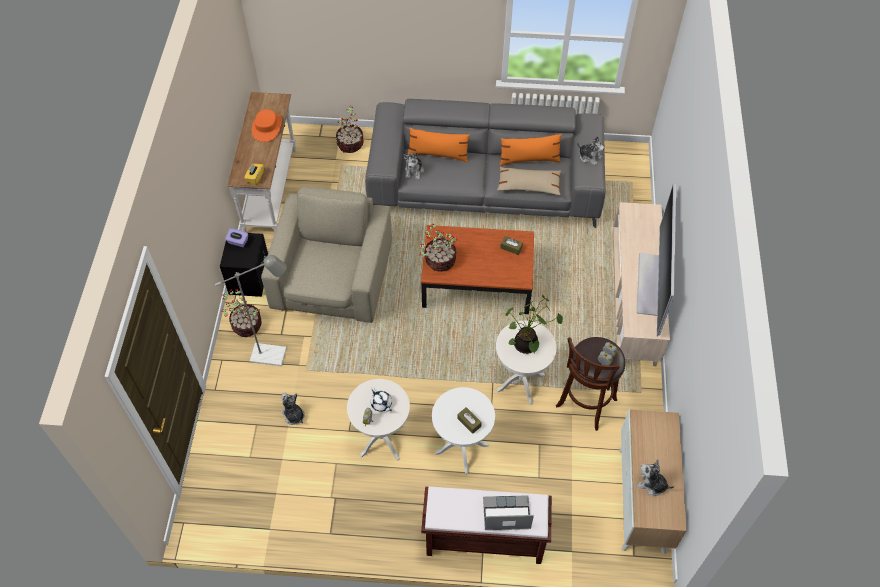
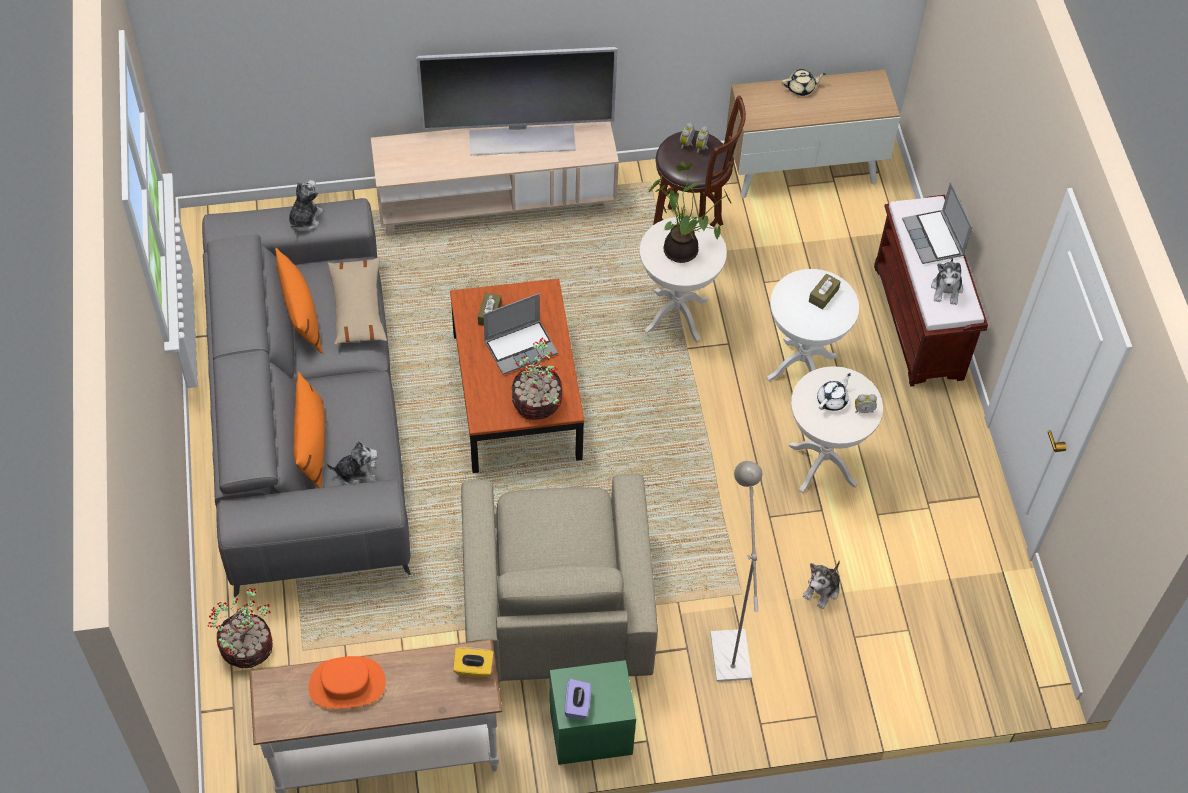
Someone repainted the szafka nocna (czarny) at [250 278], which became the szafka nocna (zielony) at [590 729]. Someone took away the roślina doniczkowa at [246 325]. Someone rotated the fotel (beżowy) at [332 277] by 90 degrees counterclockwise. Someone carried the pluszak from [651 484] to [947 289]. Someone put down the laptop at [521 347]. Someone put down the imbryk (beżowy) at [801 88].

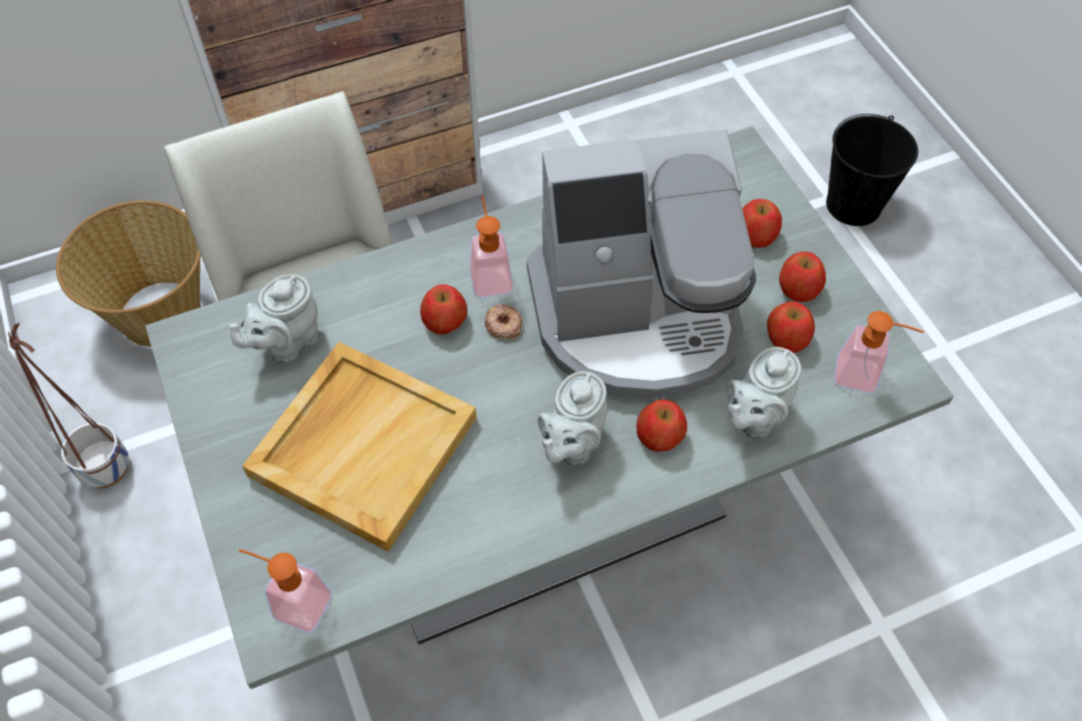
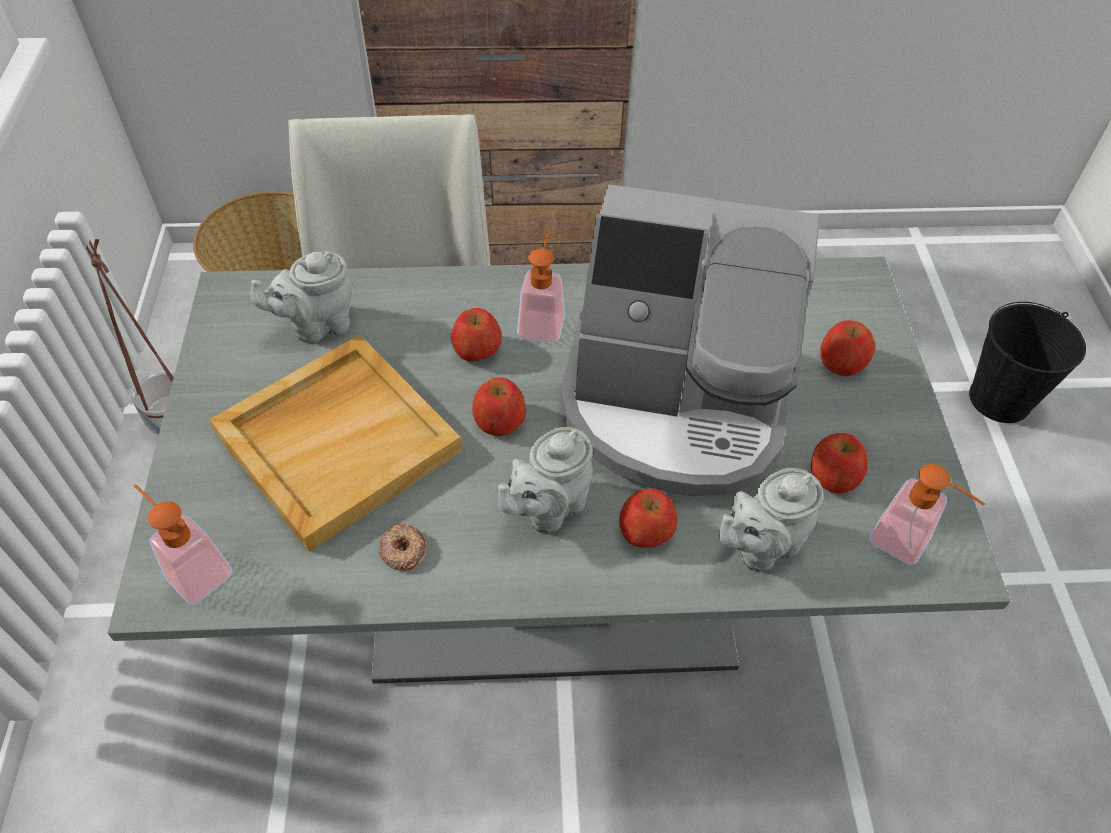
Someone carried the donut from [503 325] to [403 550]. Someone carried the jabłko from [798 288] to [500 420].

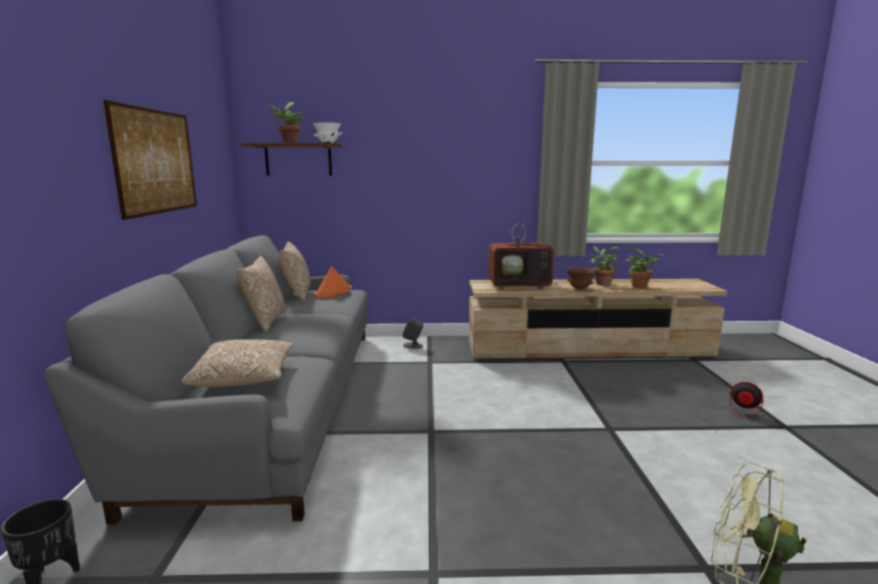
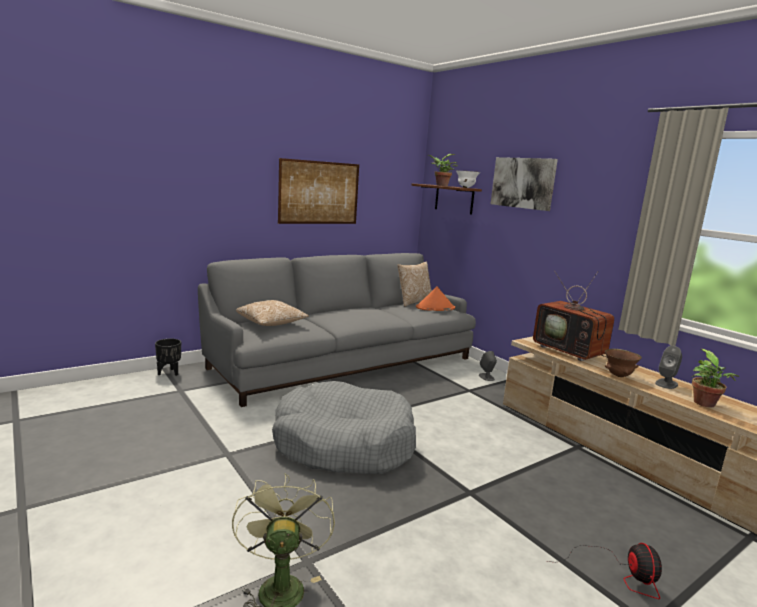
Someone took away the poduszka at [264 322]. Someone swapped the roślina doniczkowa at [601 283] for the głośnik (szary) at [666 384]. Someone put down the legowisko (szary) at [344 444]. Someone put up the obraz at [523 183].

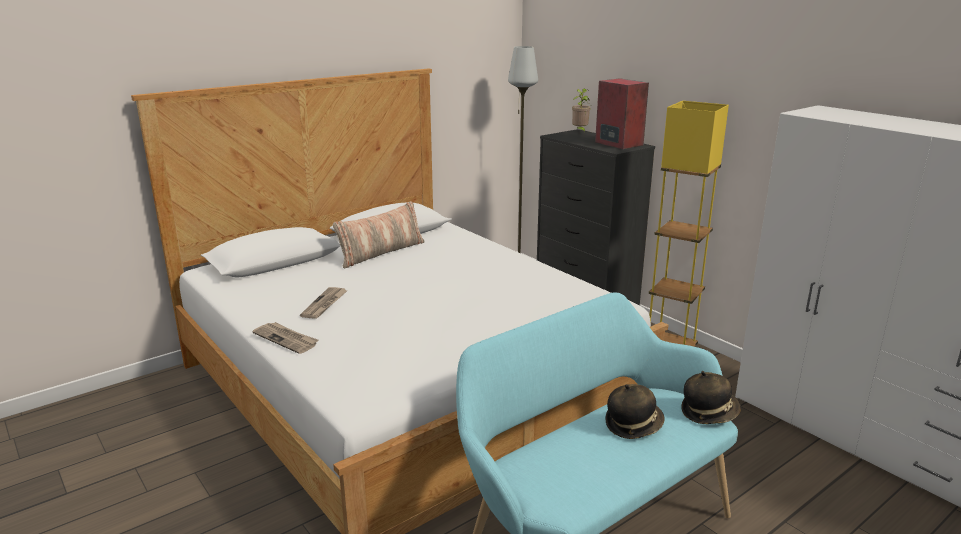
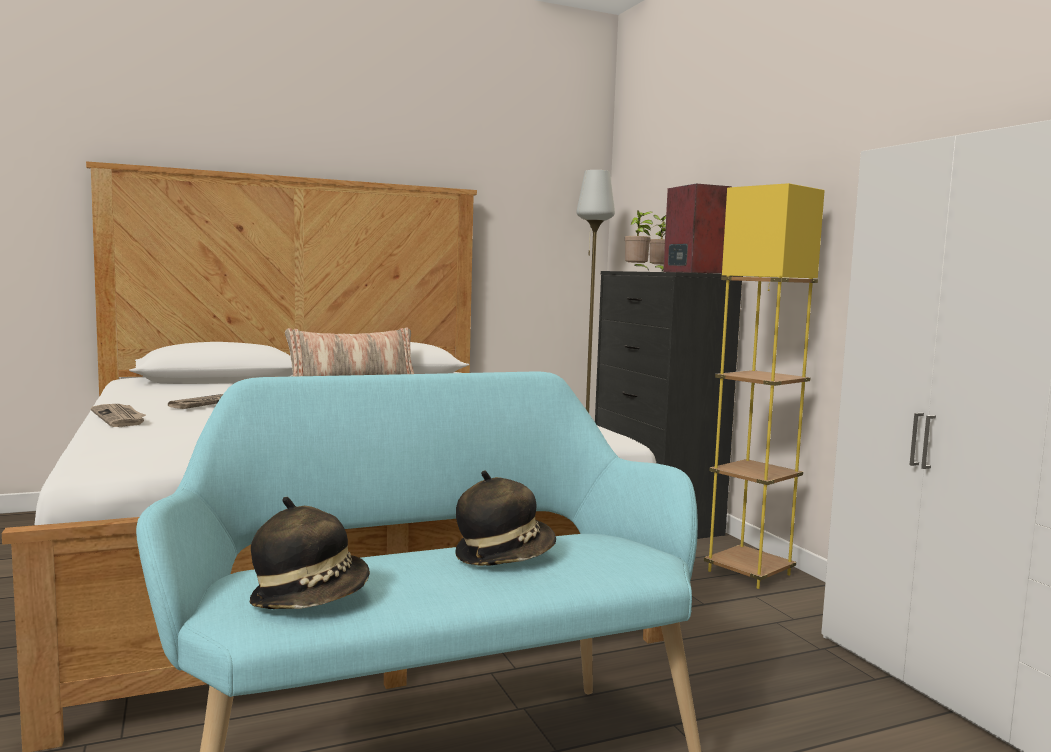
Someone carried the kapelusz from [709 412] to [311 598]. Someone put down the roślina doniczkowa at [637 271].

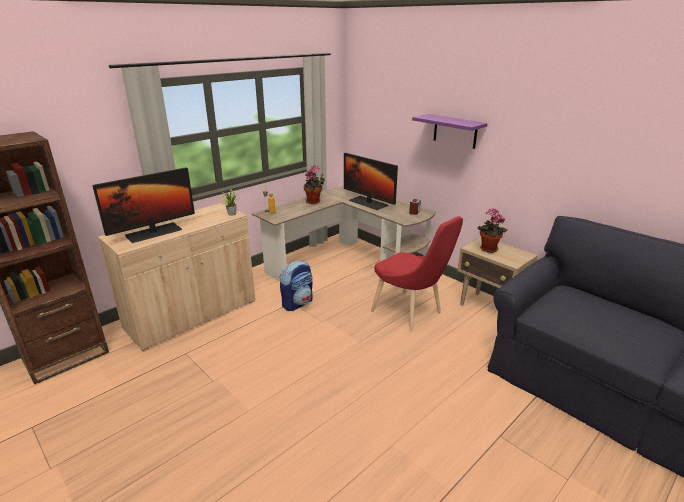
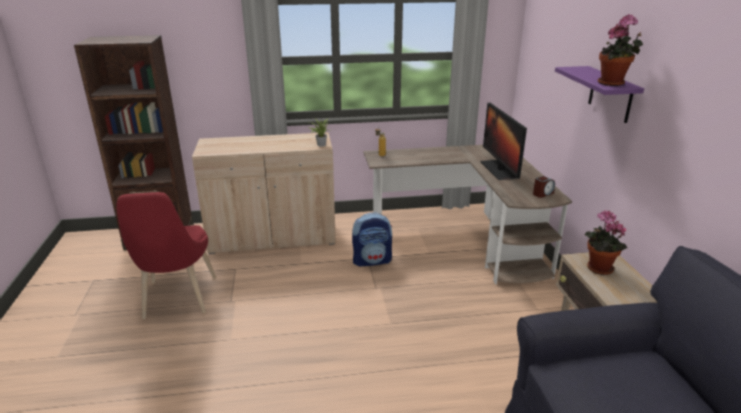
Someone took away the monitor at [154 232]. Someone carried the roślina doniczkowa from [314 202] to [613 83]. Someone carried the krzesło (czerwony) from [410 313] to [178 301].

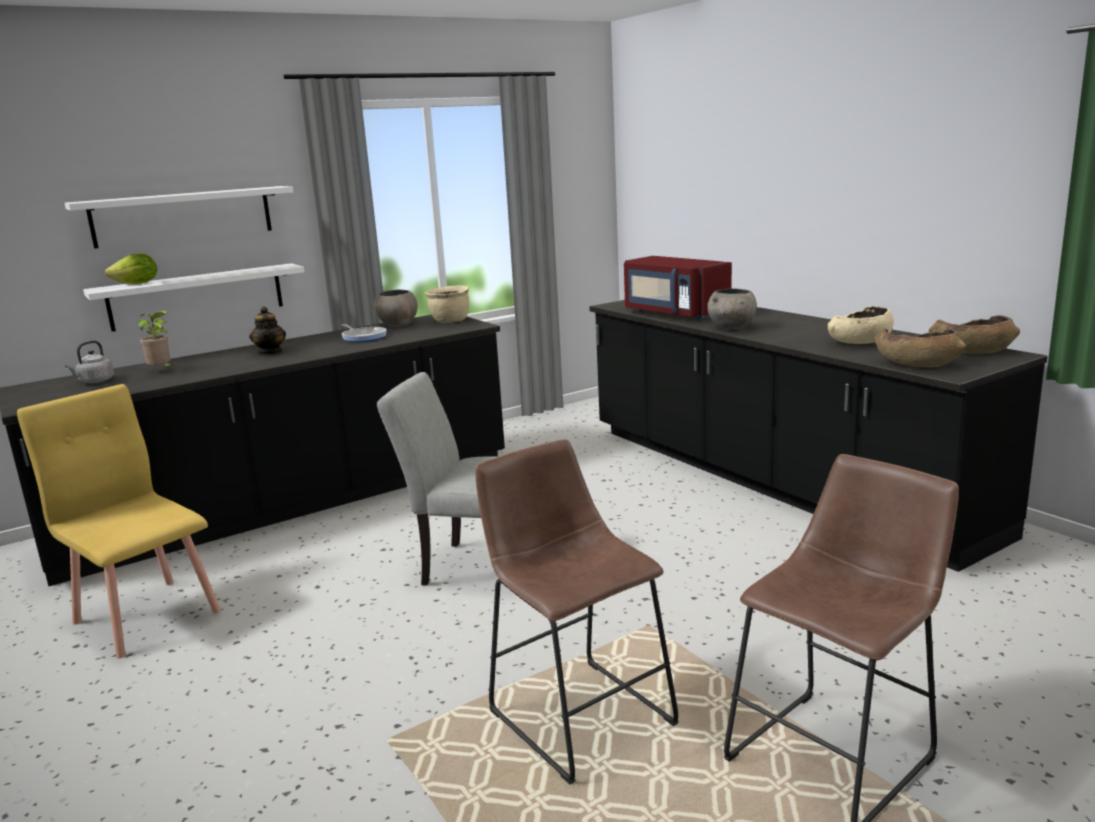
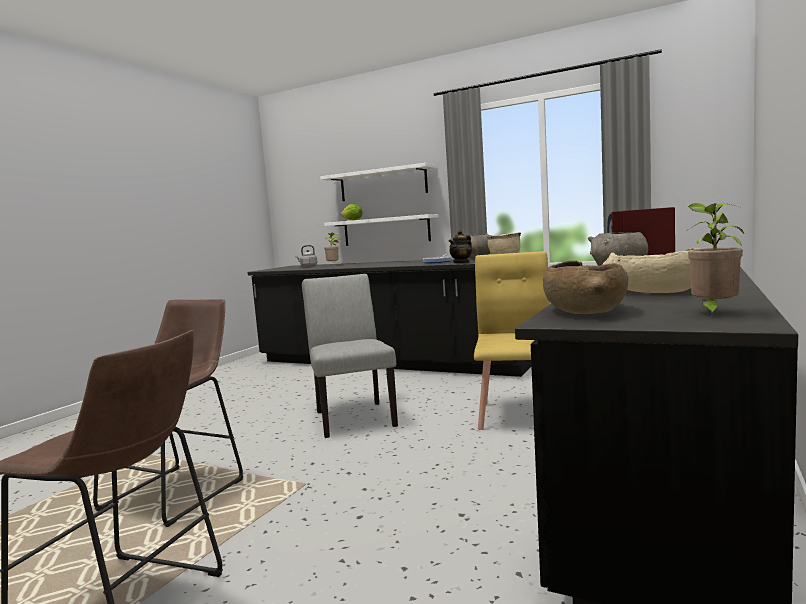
Someone carried the krzesło (żółty) from [147 616] to [518 415]. Someone carried the imbryk from [270 352] to [461 262]. Someone swapped the miska (brązowy) at [971 351] for the roślina doniczkowa at [713 312].

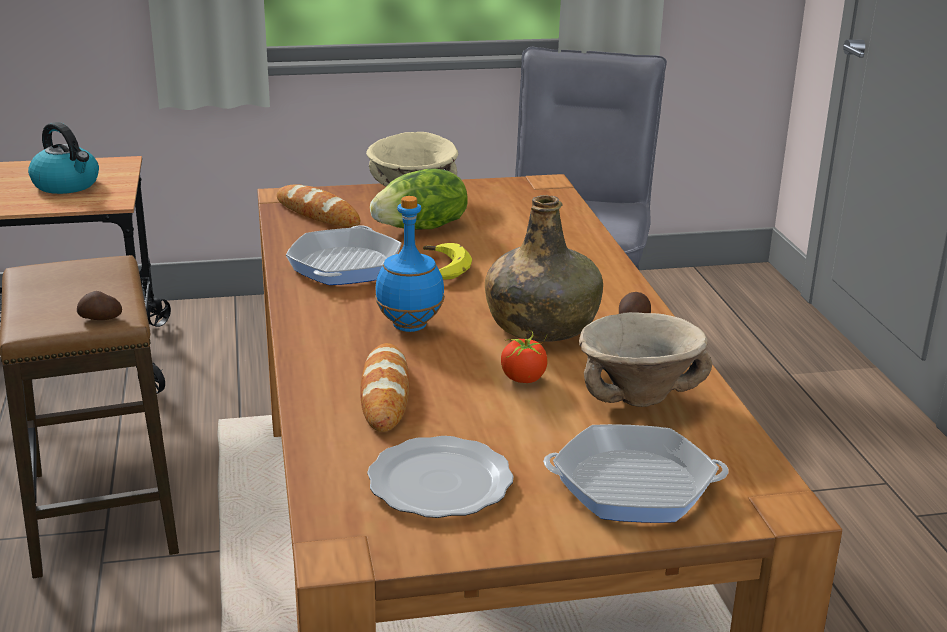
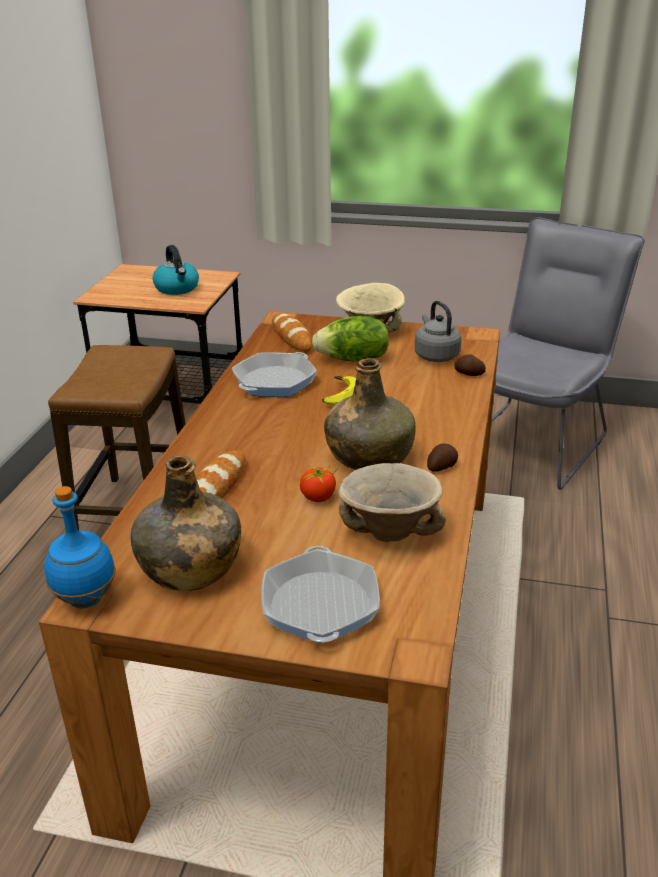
Someone carried the ziemniak from [100 318] to [469 374]. Someone swapped the talerz at [438 483] for the butelka (zielony) at [189 567]. Someone carried the butelka (niebieski) from [409 326] to [85 600]. Someone rotated the patelnia at [633 485] by 60 degrees clockwise. Someone put down the czajnik (szary) at [435 355].

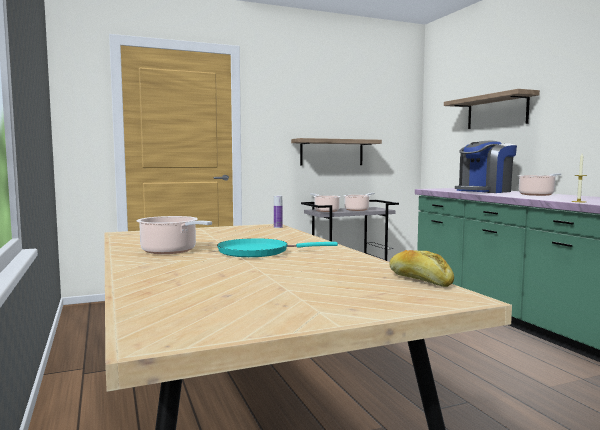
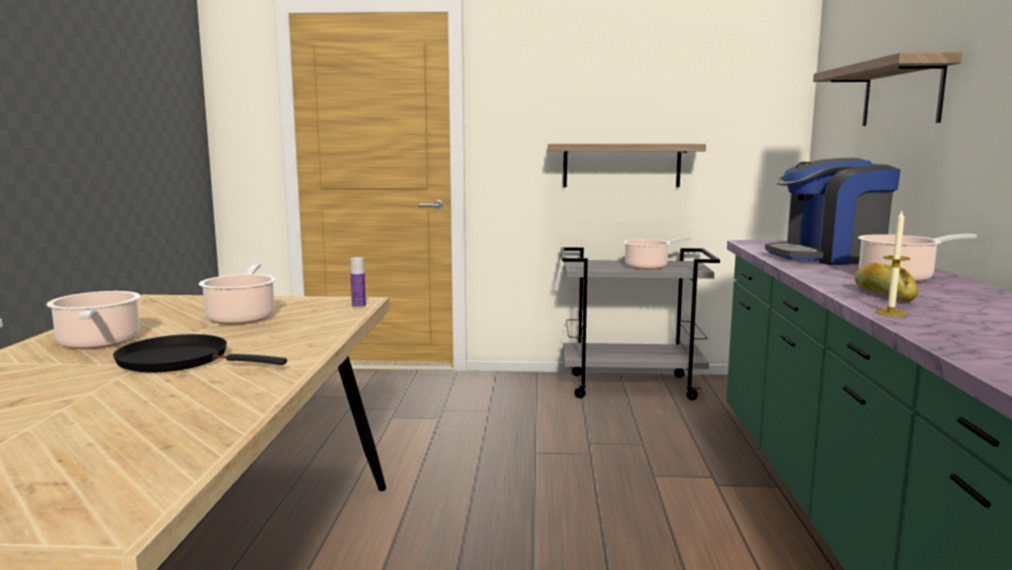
Someone repainted the patelnia (turkusowy) at [258 252], which became the patelnia (czarny) at [180 360]. Someone carried the garnek from [325 210] to [242 317]. Someone carried the chleb from [419 280] to [883 295].

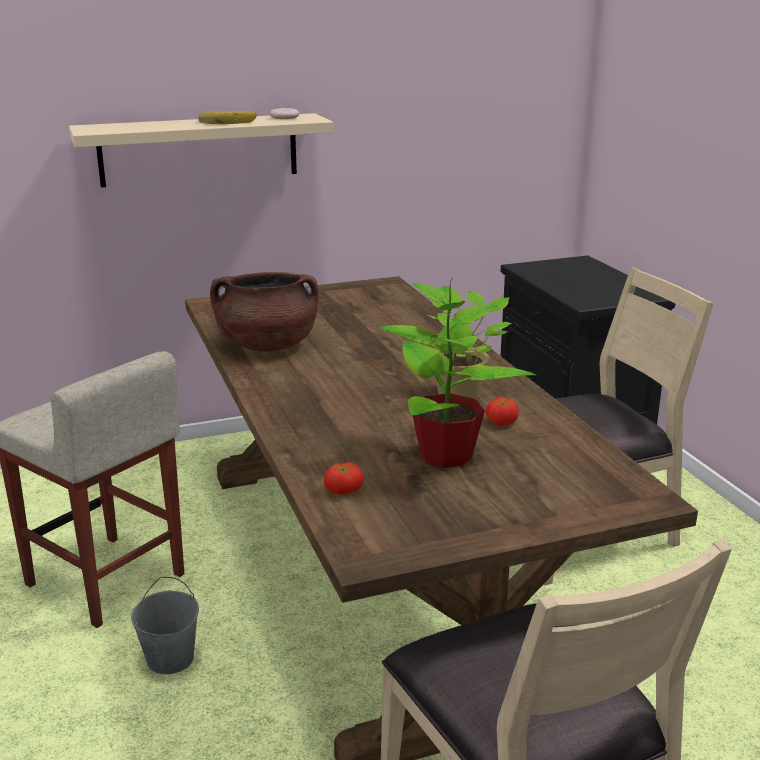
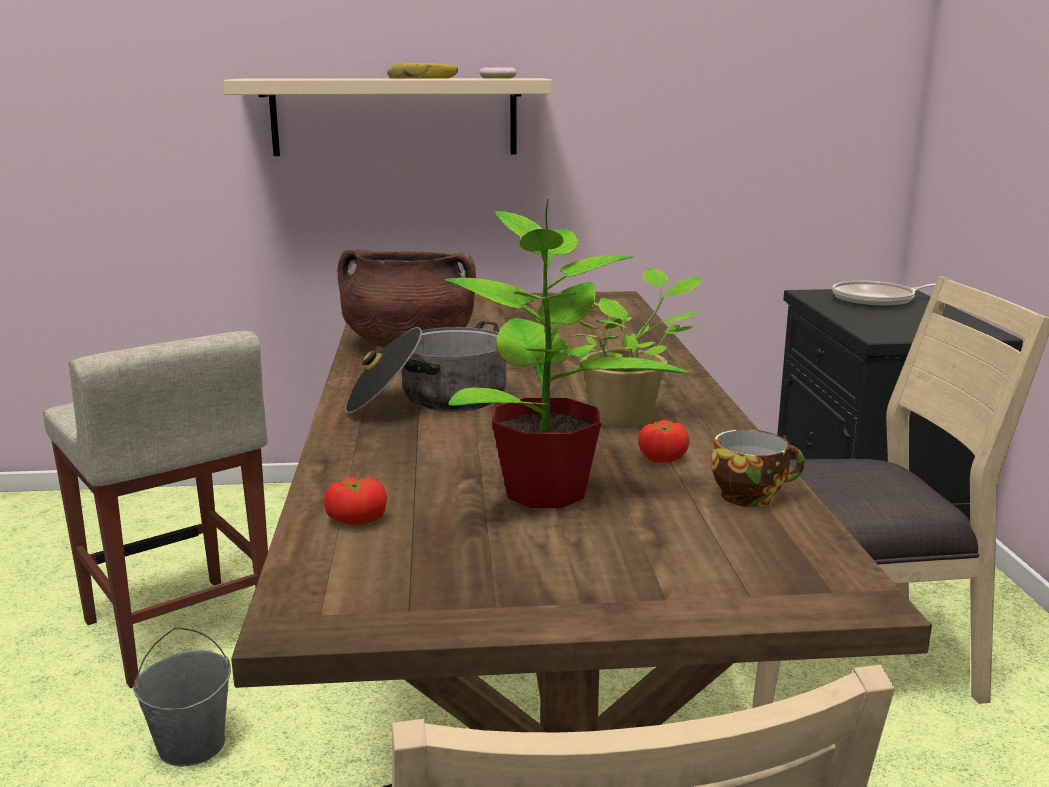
Someone put down the garnek at [430 401]. Someone put down the filiżanka at [751 496]. Someone put down the patelnia at [877 300].

